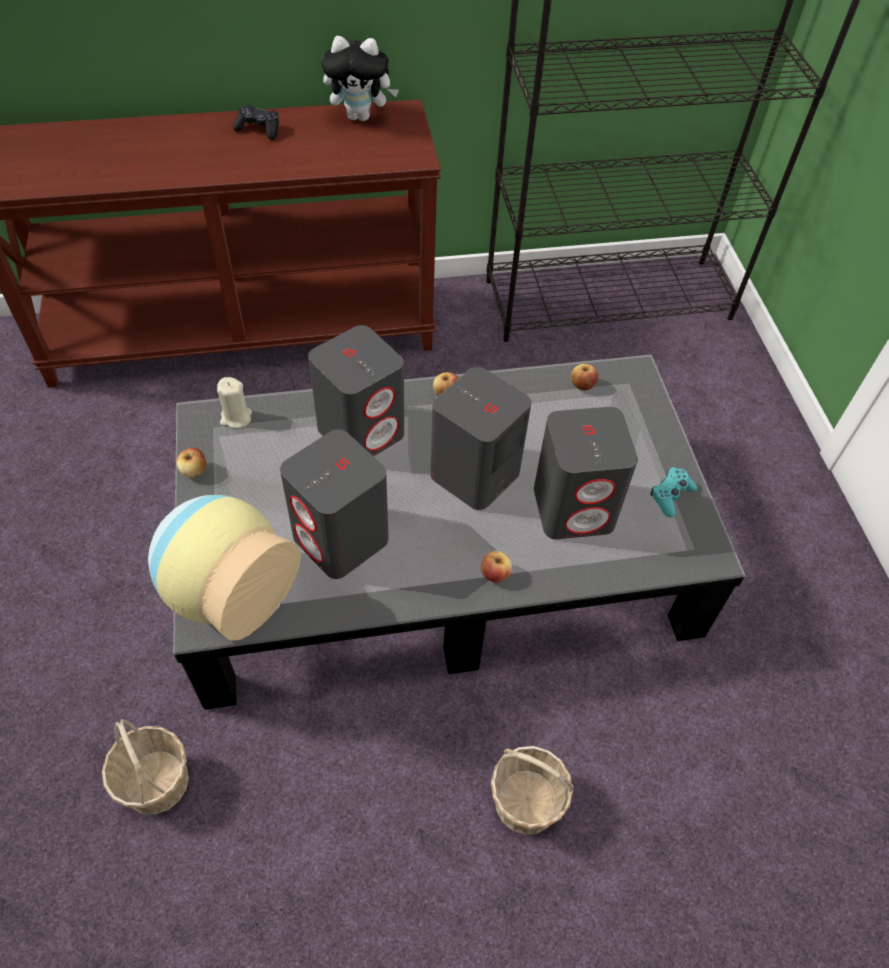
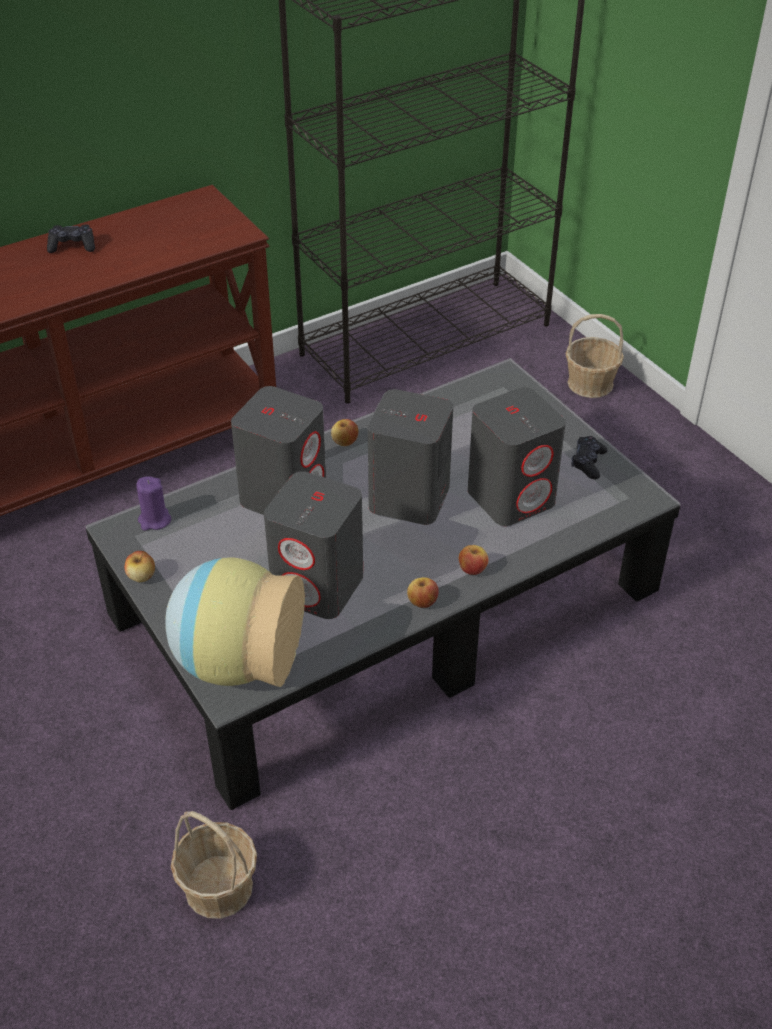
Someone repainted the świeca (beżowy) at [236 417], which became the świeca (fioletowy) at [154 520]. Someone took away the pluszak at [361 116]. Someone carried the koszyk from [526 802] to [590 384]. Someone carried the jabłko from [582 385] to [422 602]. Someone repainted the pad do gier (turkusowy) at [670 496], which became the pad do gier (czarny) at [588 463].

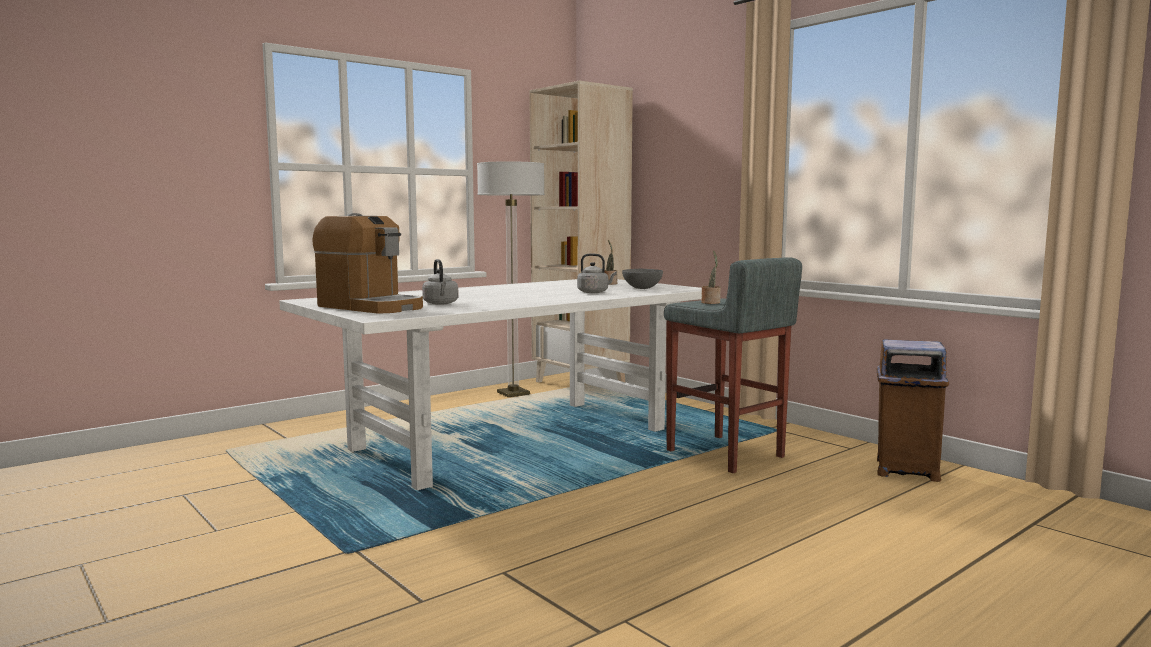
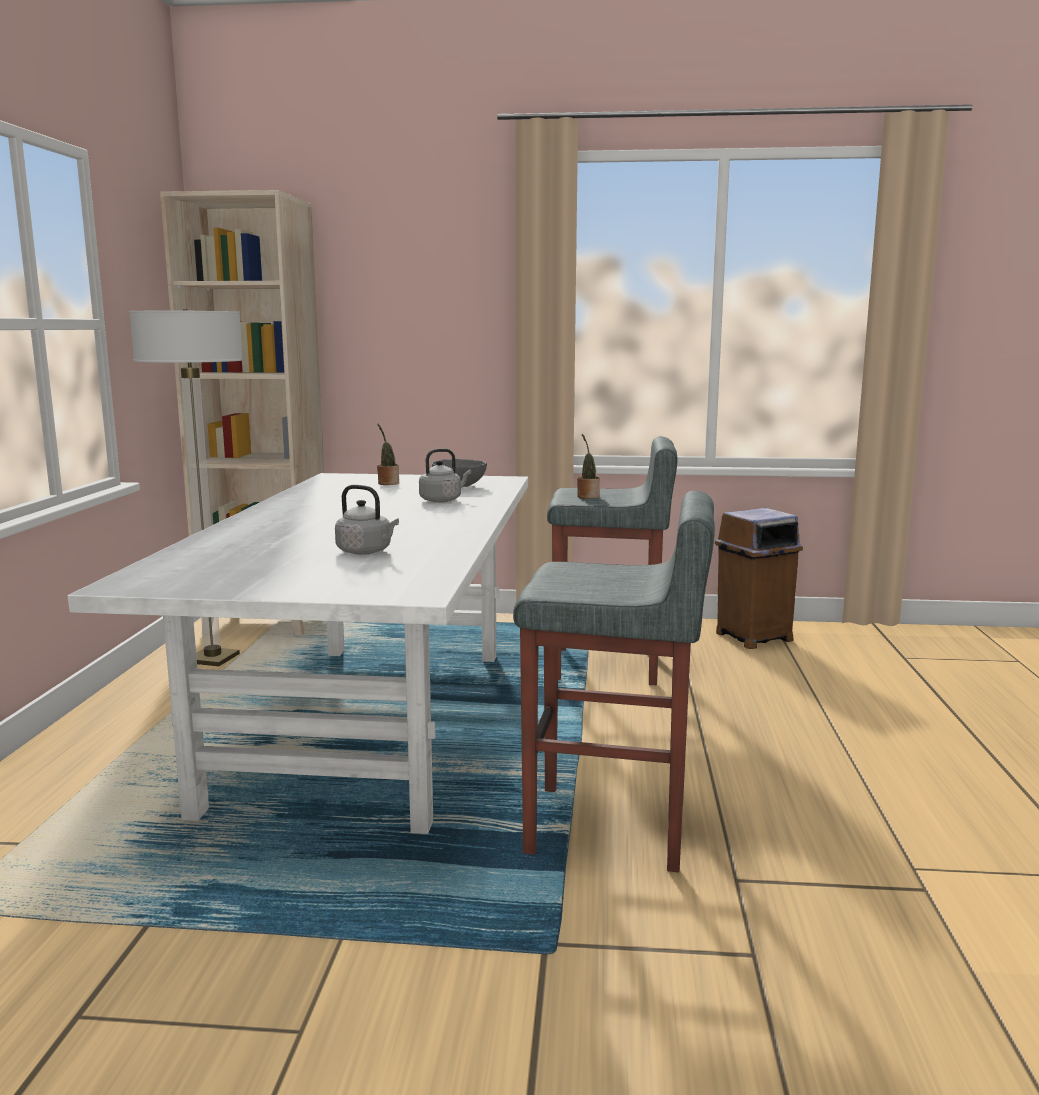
Someone took away the ekspres do kawy at [370 307]. Someone put down the stołek (szary) at [610 829].

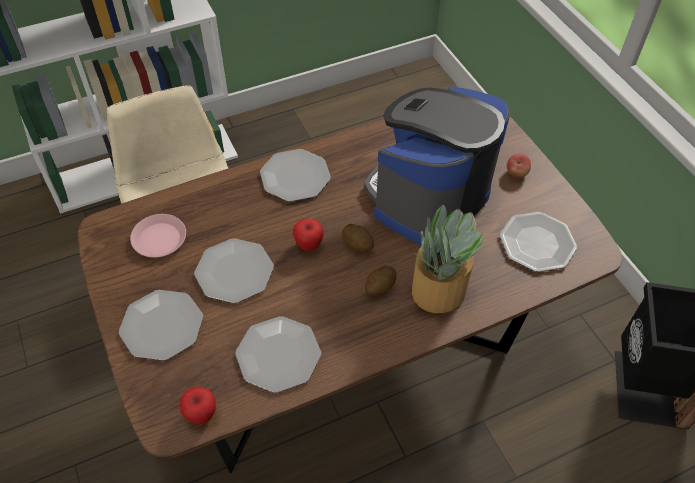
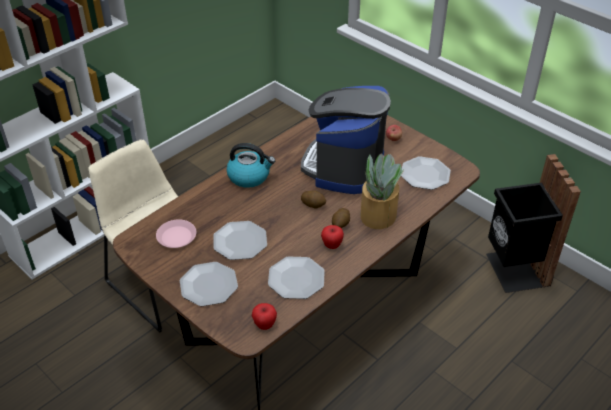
Someone swapped the talerz at [295 176] for the czajnik at [249 176]. Someone carried the jabłko from [308 245] to [332 245].

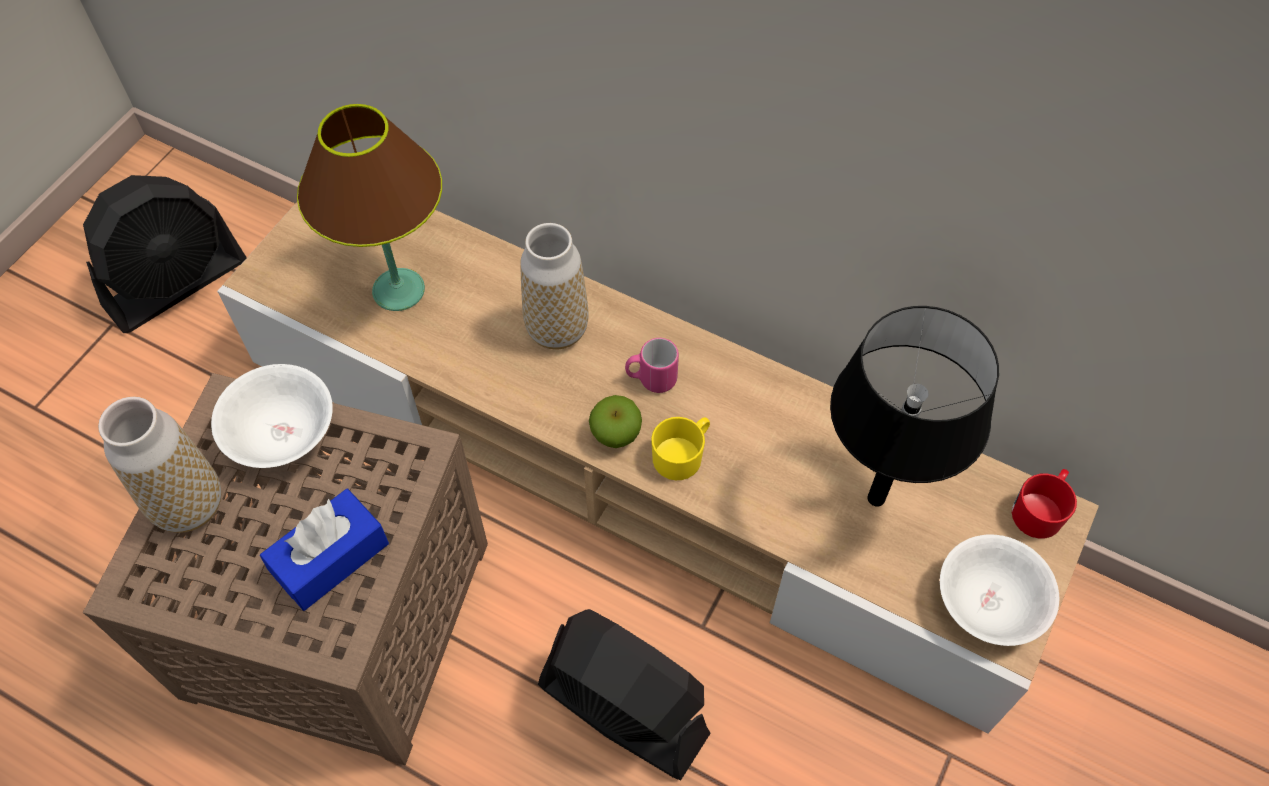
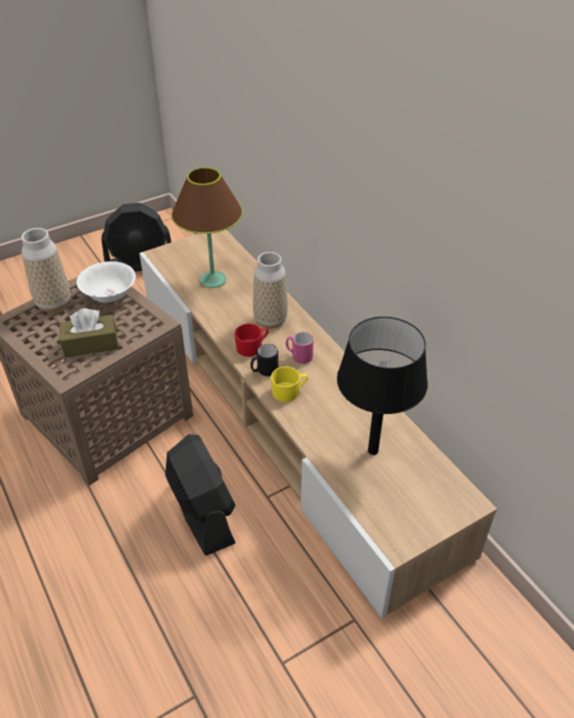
Someone repainted the pudełko chusteczek (niebieski) at [330 558], which became the pudełko chusteczek (brązowy) at [91 344]. Someone swapped the jabłko at [616 435] for the kubek (czarny) at [264 371]. Someone took away the miska (biały) at [989 604]. Someone carried the kubek (czerwony) from [1040 510] to [252 347].

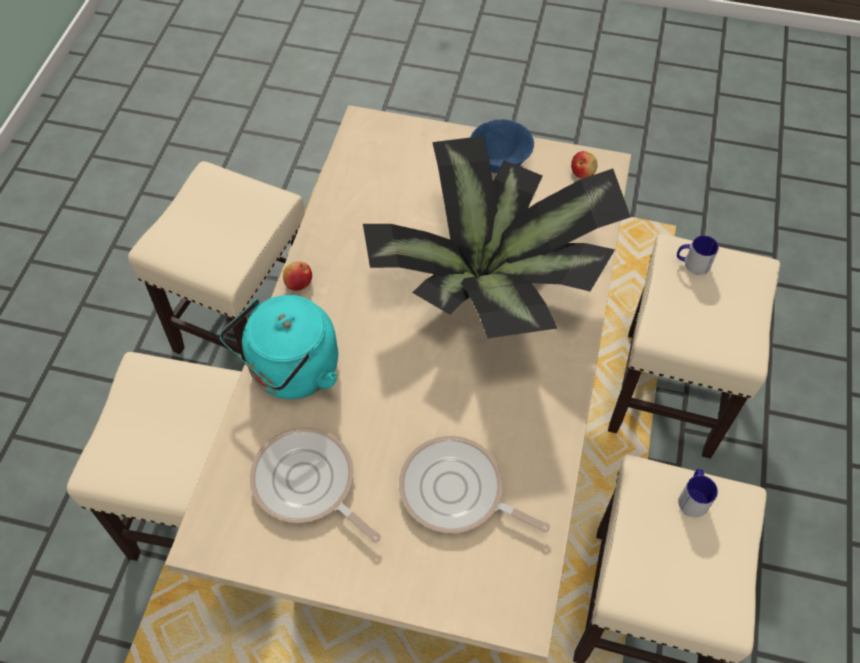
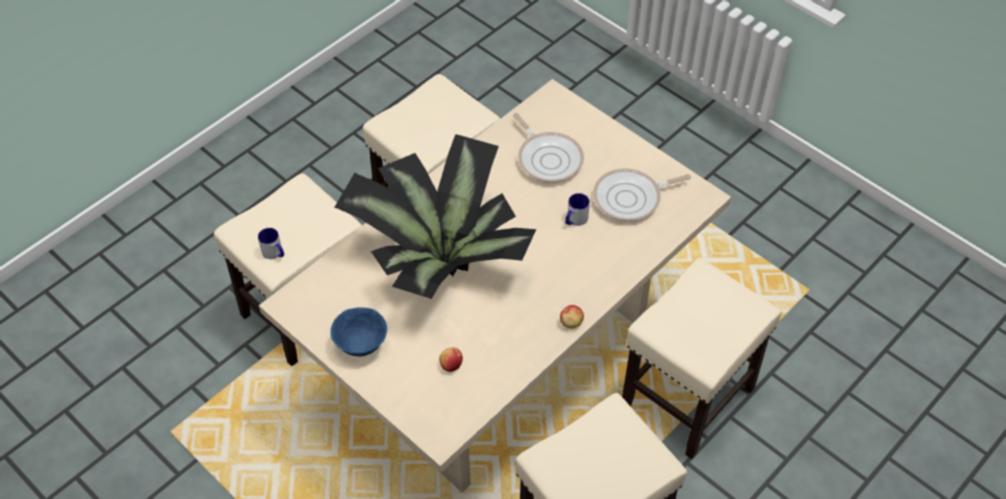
Someone took away the czajnik (turkusowy) at [291 372]. Someone rotated the patelnia at [307 484] by 90 degrees clockwise. Someone carried the jabłko from [582 172] to [451 364]. Someone carried the kubek from [693 497] to [575 220].

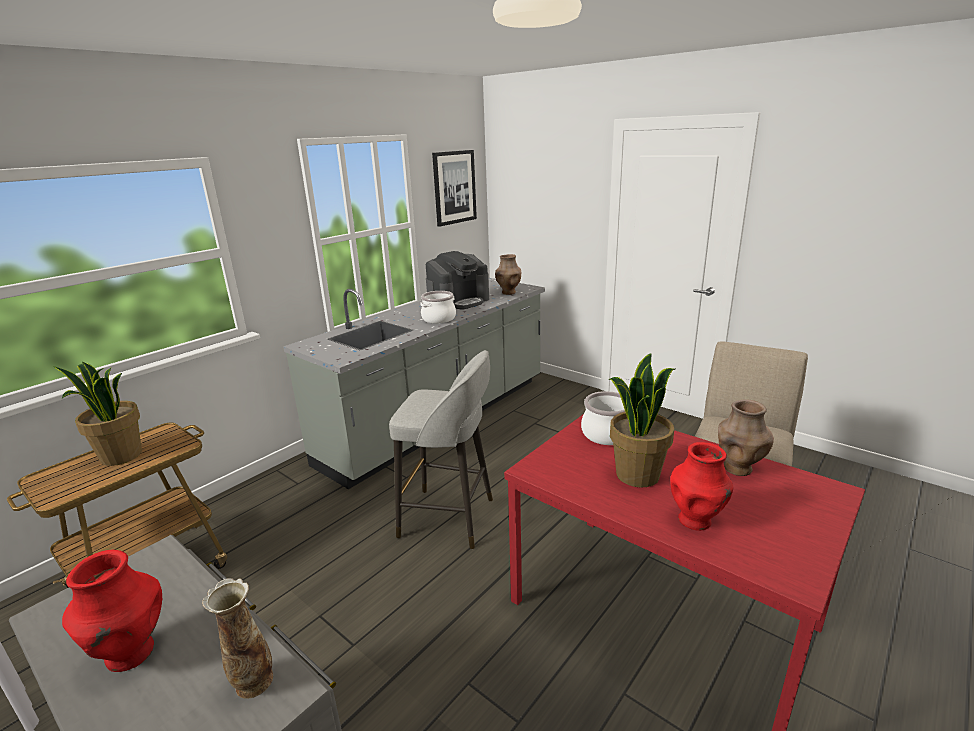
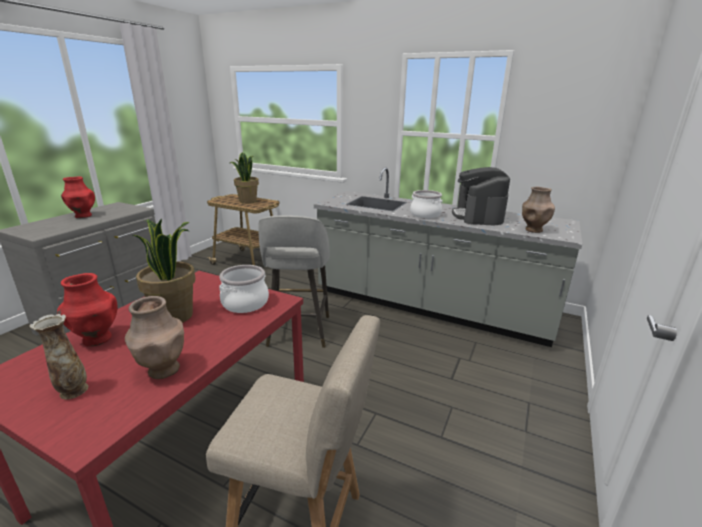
Someone carried the wazon from [253 683] to [73 391]. Someone rotated the ekspres do kawy at [458 302] by 60 degrees clockwise. Someone took away the obraz at [454 187].

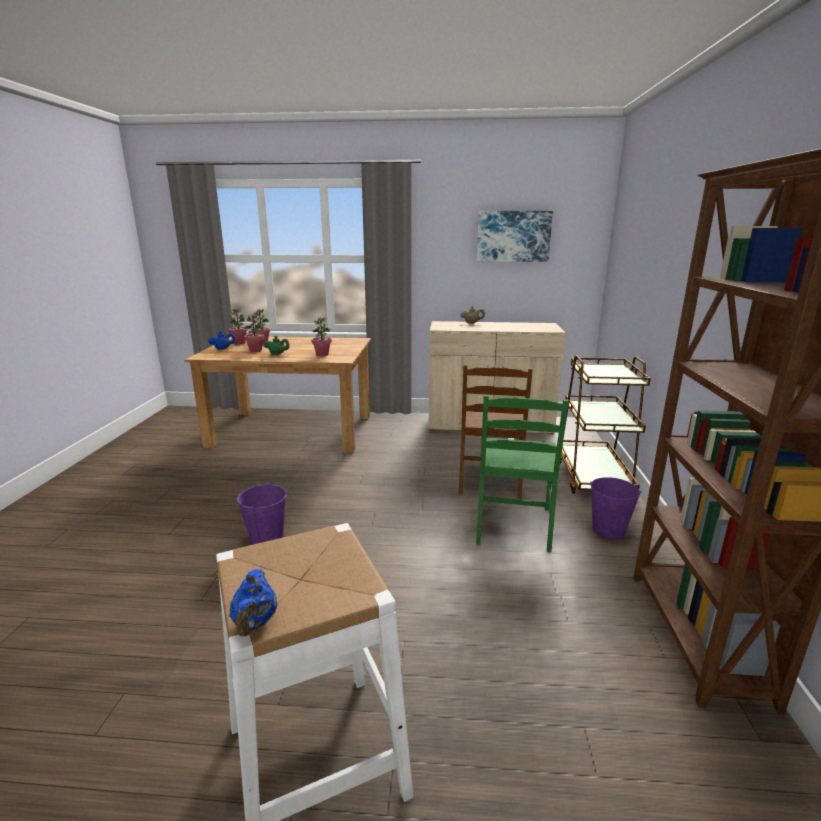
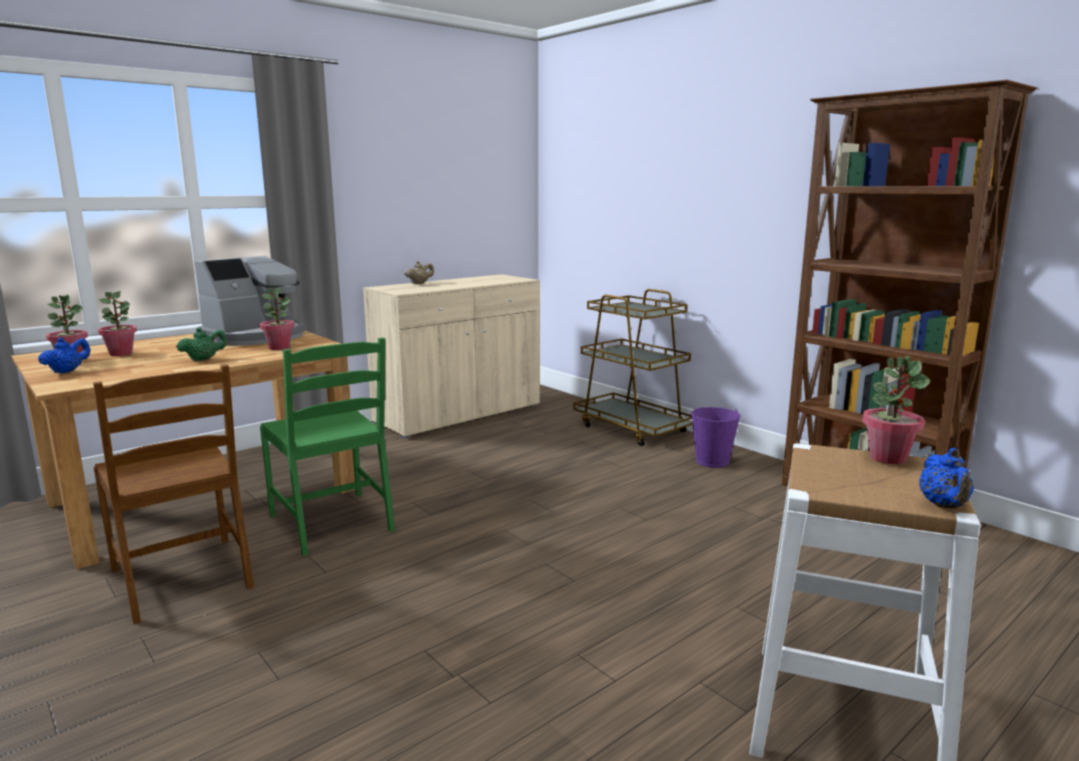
Someone rotated the imbryk (niebieski) at [255 623] by 60 degrees clockwise. Someone took away the wiadro (fioletowy) at [267 539]. Someone carried the roślina doniczkowa from [256 350] to [887 458]. Someone carried the krzesło (brązowy) from [490 480] to [184 578]. Someone took away the obraz at [513 236]. Someone carried the krzesło (zielony) from [513 525] to [333 523]. Someone put down the ekspres do kawy at [256 337].

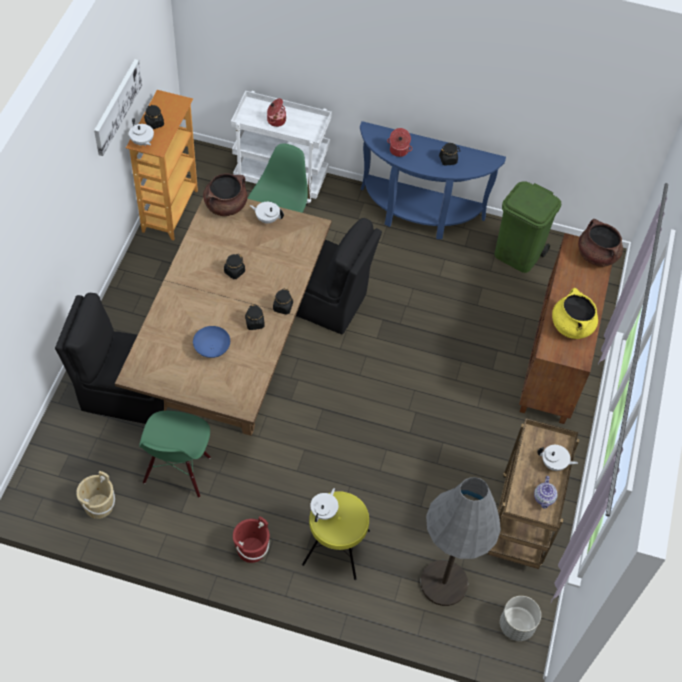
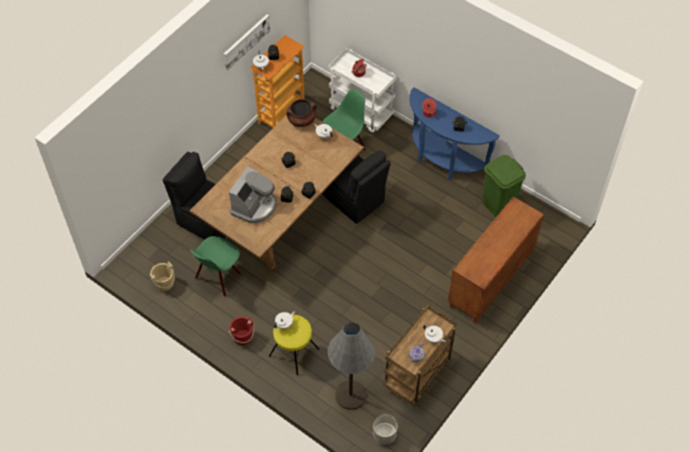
Someone swapped the miska (niebieski) at [212 348] for the ekspres do kawy at [254 206]. Someone took away the garnek (żółty) at [571 326]. Someone took away the garnek (brązowy) at [596 255].

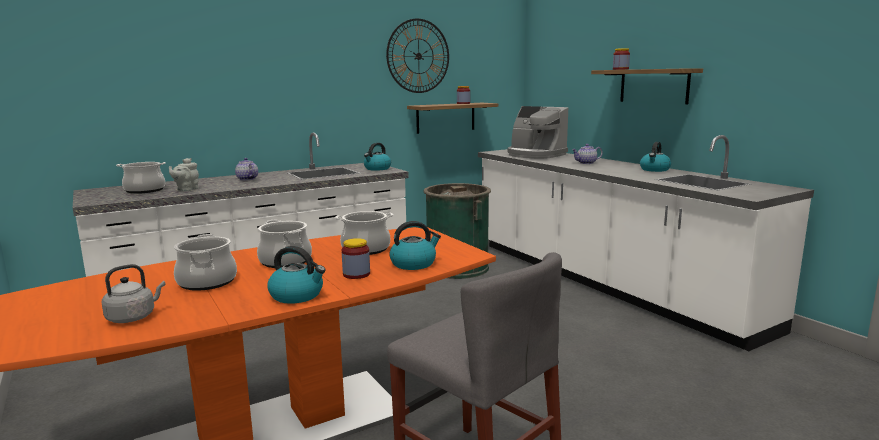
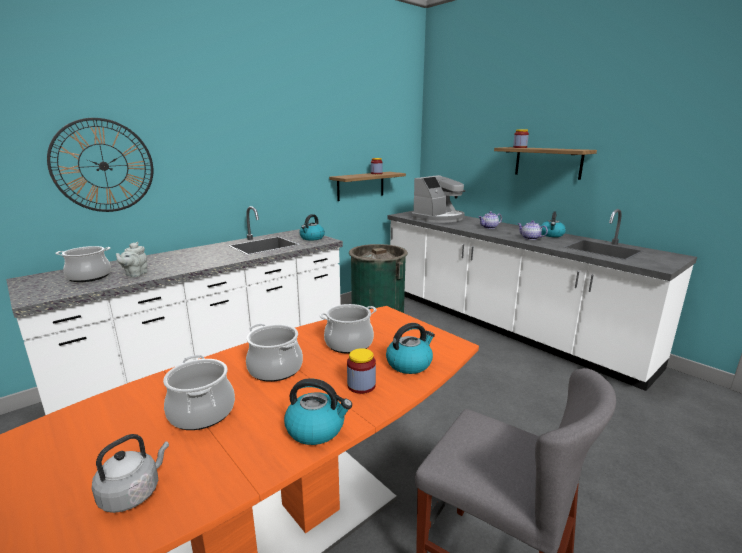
Someone carried the imbryk from [247 179] to [530 238]. Someone carried the zegar ścienny from [418 56] to [103 166]. Someone rotated the ekspres do kawy at [535 155] by 75 degrees counterclockwise.

